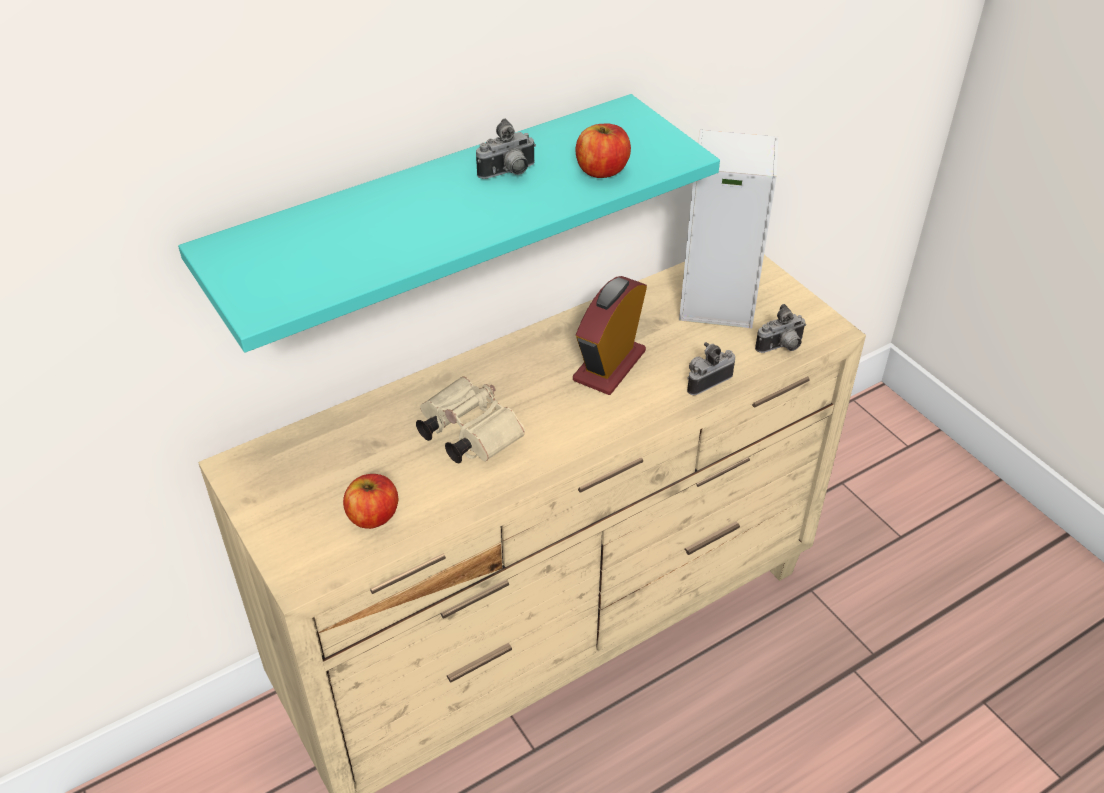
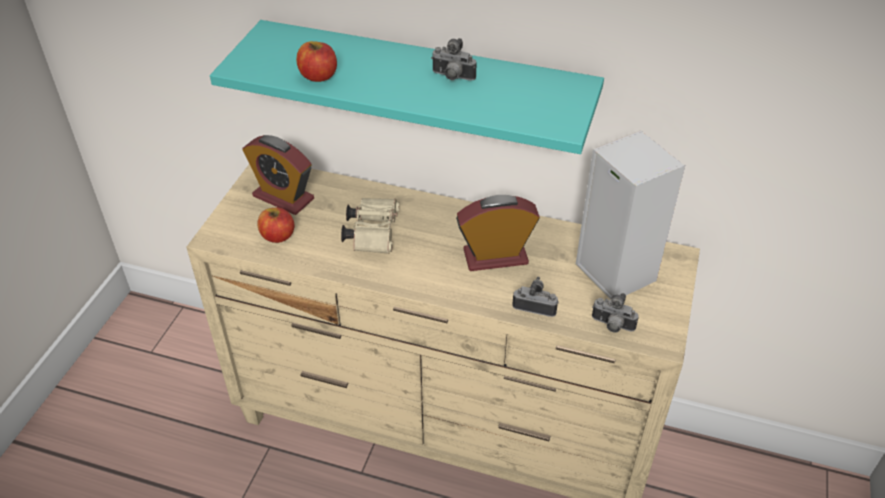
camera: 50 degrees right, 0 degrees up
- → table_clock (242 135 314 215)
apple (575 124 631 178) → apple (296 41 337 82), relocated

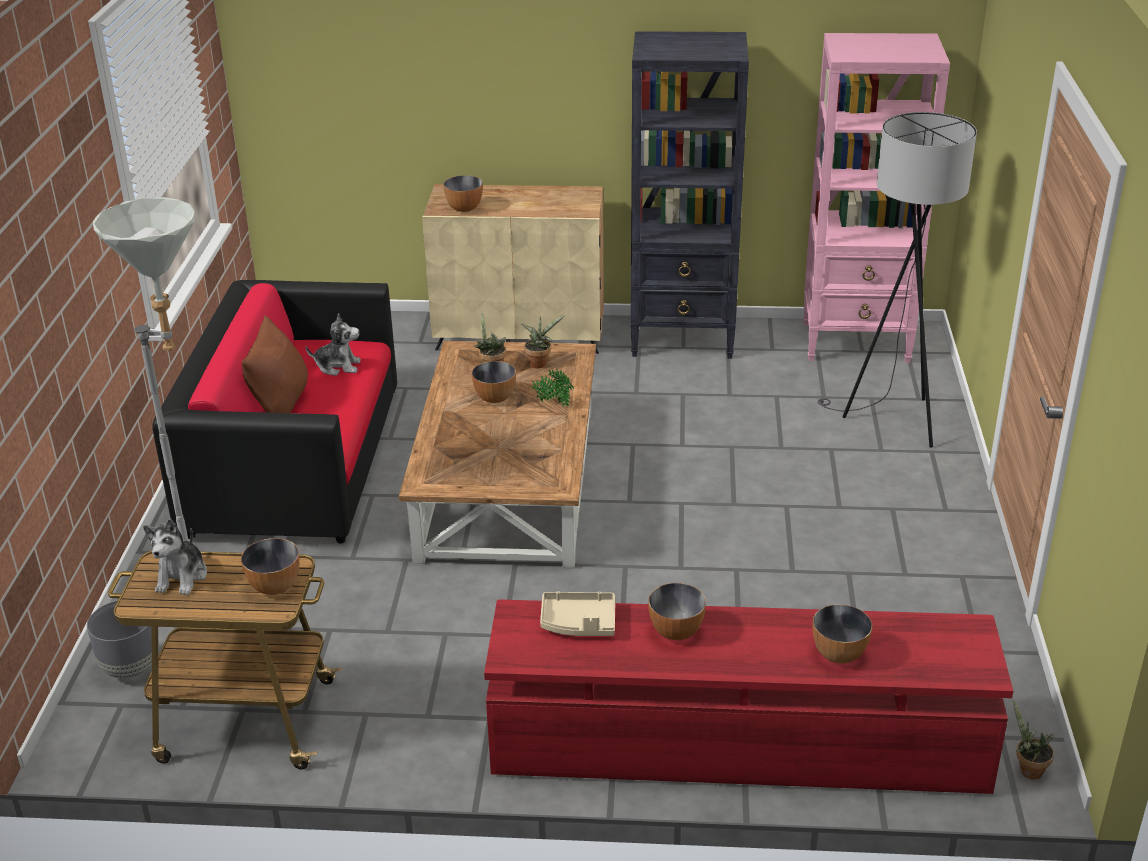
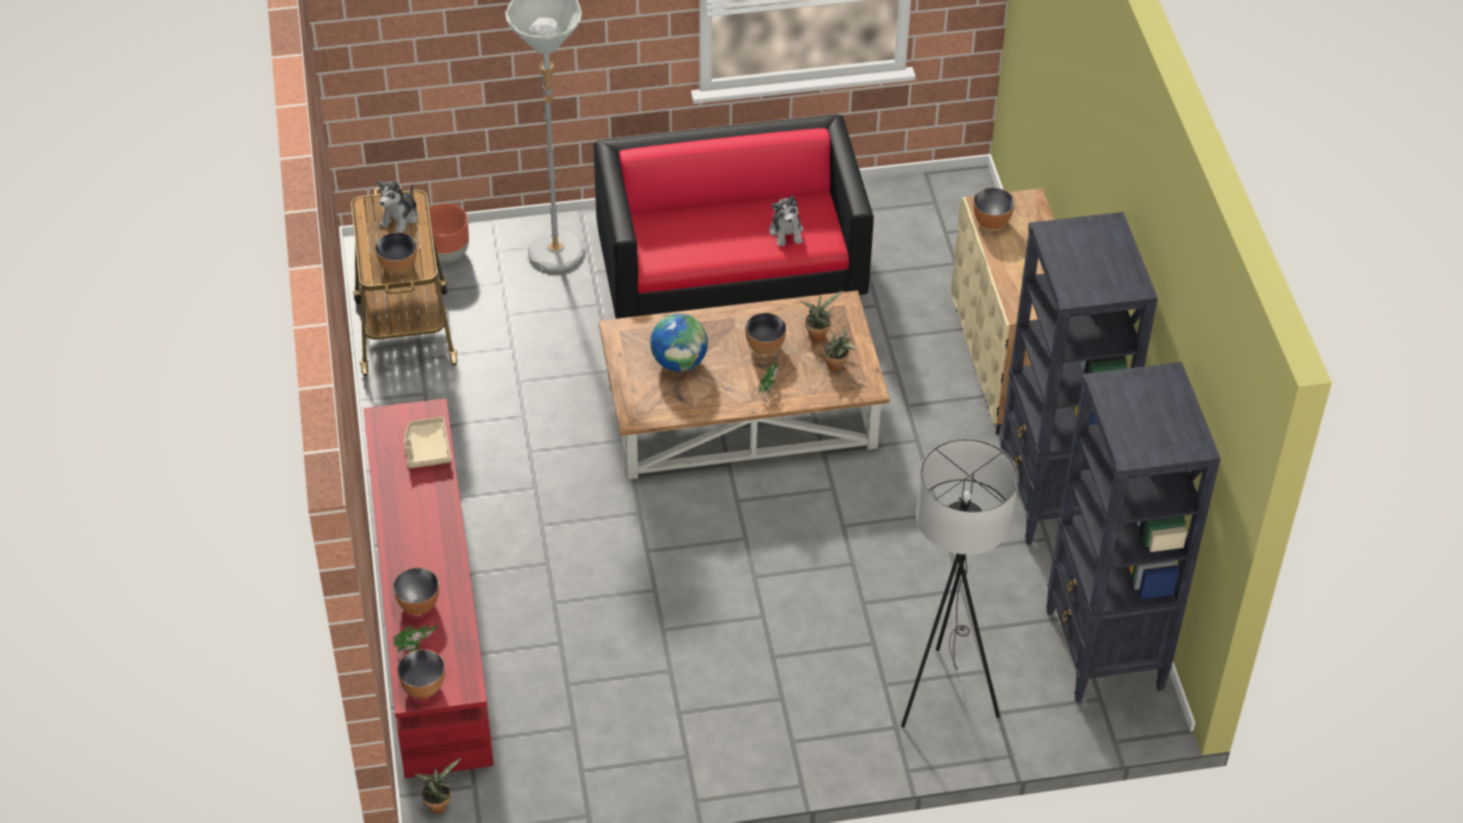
camera: 75 degrees right, 15 degrees up
cuddly_toy (143 519 207 595) → cuddly_toy (377 180 418 232), 60 degrees counterclockwise
- → plant_in_a_pot (392 624 438 652)
bowl (648 583 706 640) → bowl (397 649 445 698), relocated
greyish_plant_pot (87 600 159 679) → brown-coloured_plant_pot (429 203 469 262)
- → world_globe (650 314 708 372)
pink_bookshelf (803 33 950 363) → black_bookshelf (1046 362 1221 702)
brown-coloured_throw_pillow (242 315 308 413) → -

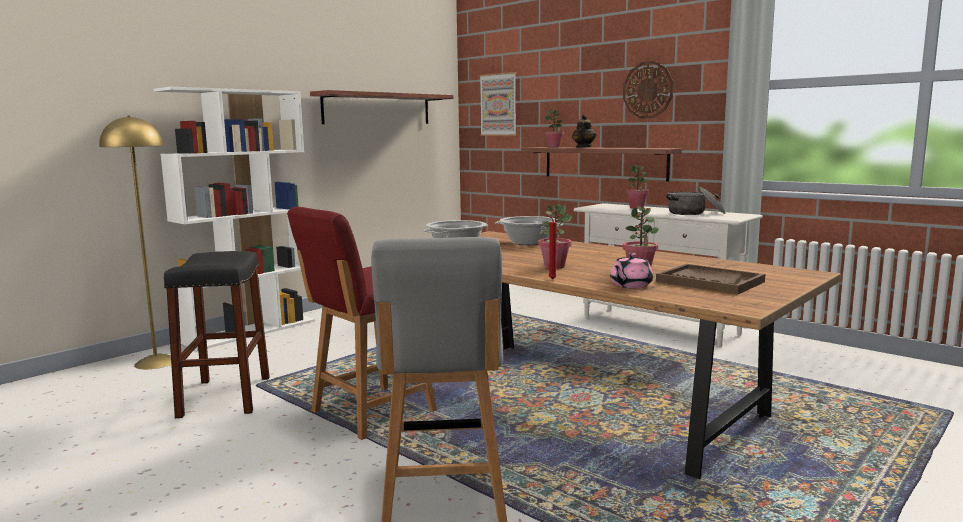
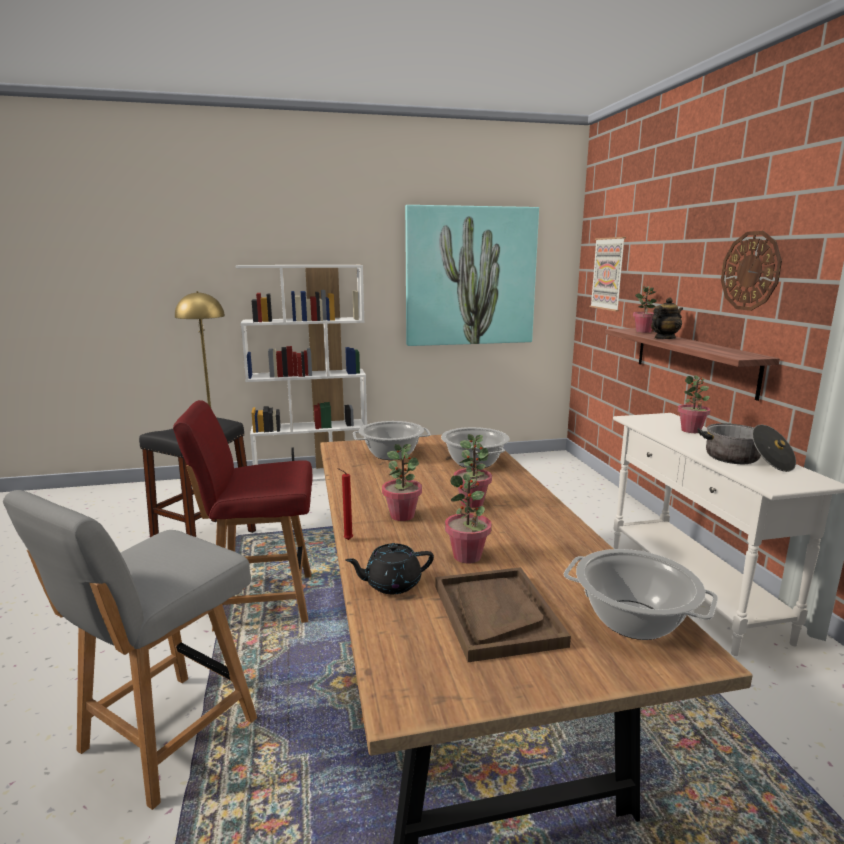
camera: 35 degrees right, 5 degrees up
pink_pot_for_tea (610 253 653 288) → black_pot_for_tea (345 543 434 594)
wall_shelf (310 90 453 124) → picture (405 205 539 346)
- → plant_in_a_pot (454 434 492 508)
- → stockpot (564 549 718 640)

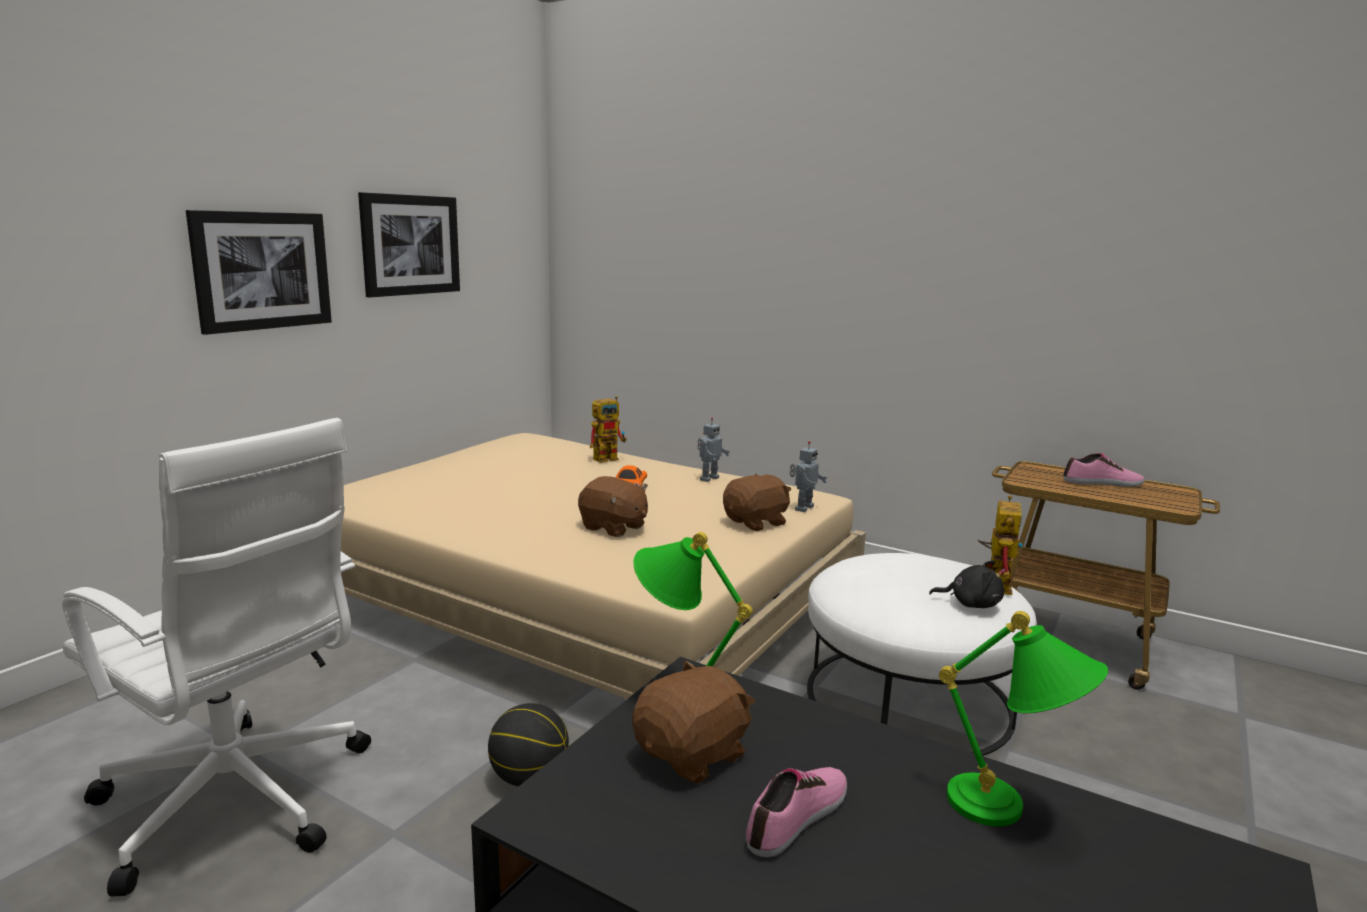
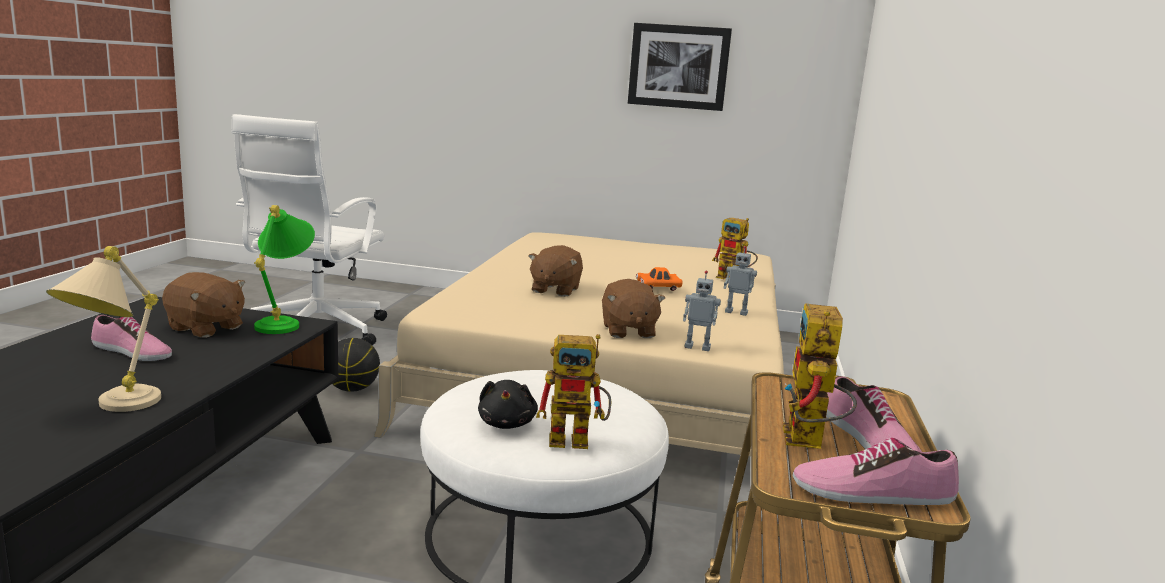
camera: 70 degrees right, 0 degrees up
green_tabletop_lamp (939 611 1108 826) → beige-coloured_tabletop_lamp (46 246 161 412)
brown-coloured_cuddly_toy (723 474 791 531) → brown-coloured_cuddly_toy (602 279 665 338), 45 degrees clockwise
- → toy_robot (783 304 857 449)
- → shoe (793 438 959 505)
picture (186 210 332 335) → -

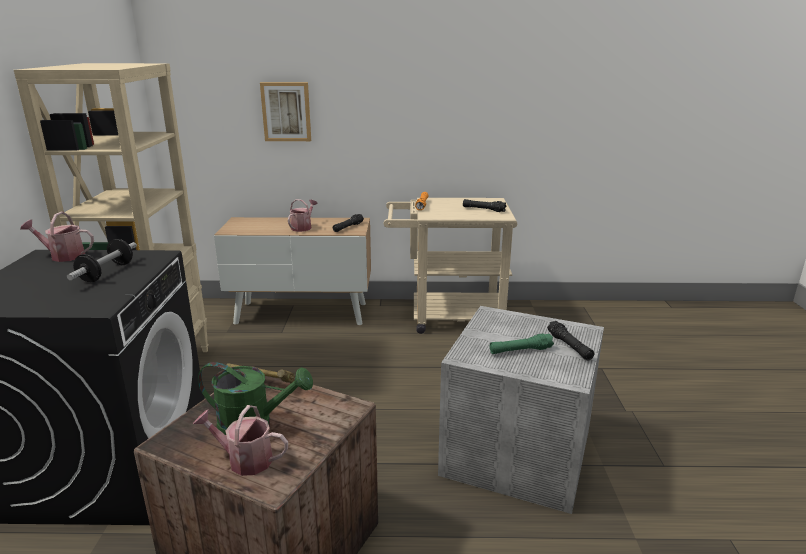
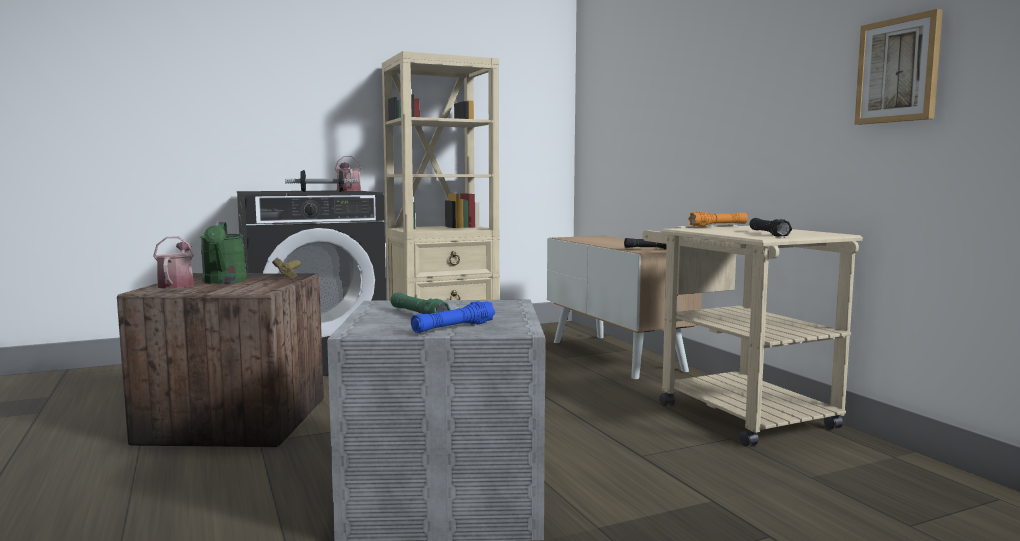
camera: 65 degrees right, 15 degrees down
black_hand_torch (547 321 594 361) → bluish_hand_torch (411 301 496 333)
picture (260 82 311 141) → picture (855 9 943 125), relocated
sprinkling_can (288 199 318 232) → -

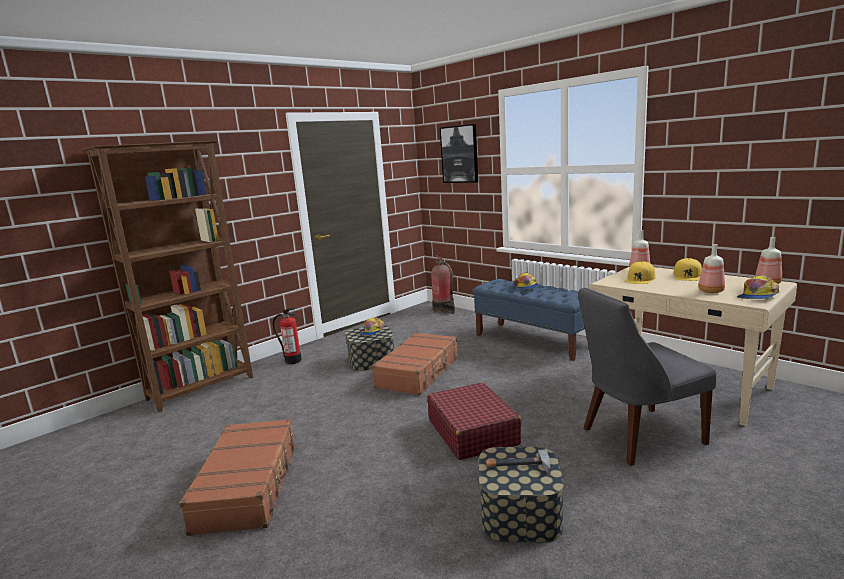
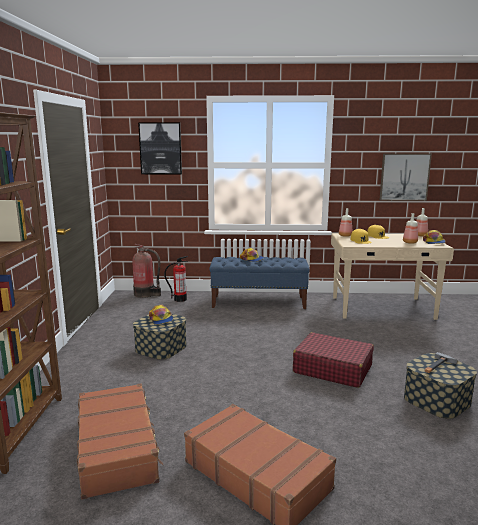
camera: 45 degrees left, 0 degrees up
brown-coloured_suitcase (372 332 458 395) → brown-coloured_suitcase (77 383 163 500), relocated
fire-fighting_cylinder (273 308 302 364) → fire-fighting_cylinder (164 256 188 302), relocated
- → picture (380 153 432 201)
greyish_chair (578 288 716 466) → -

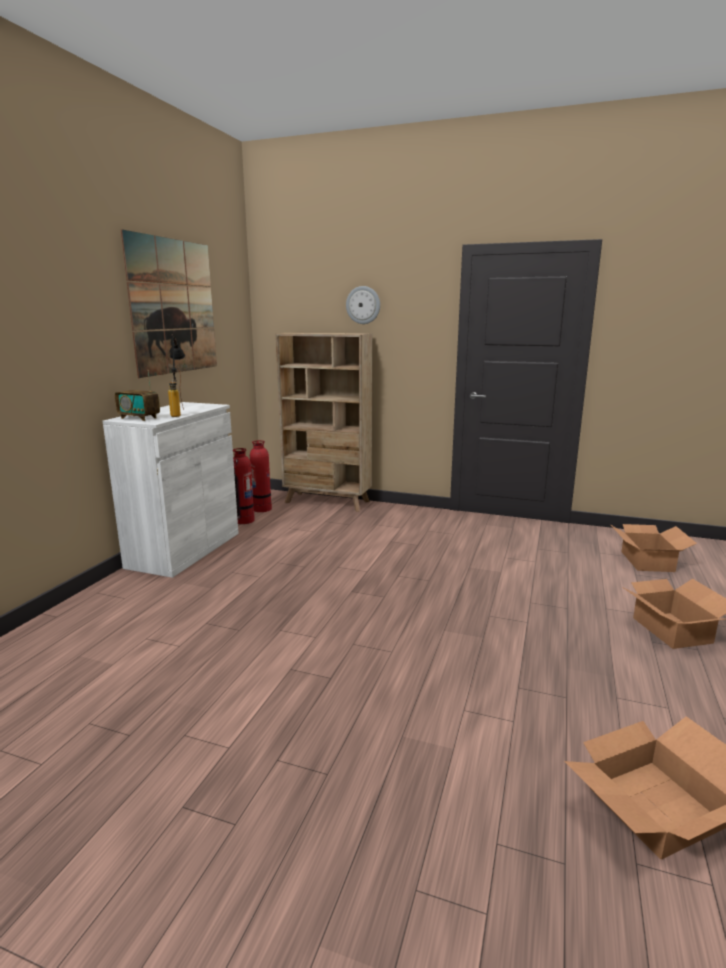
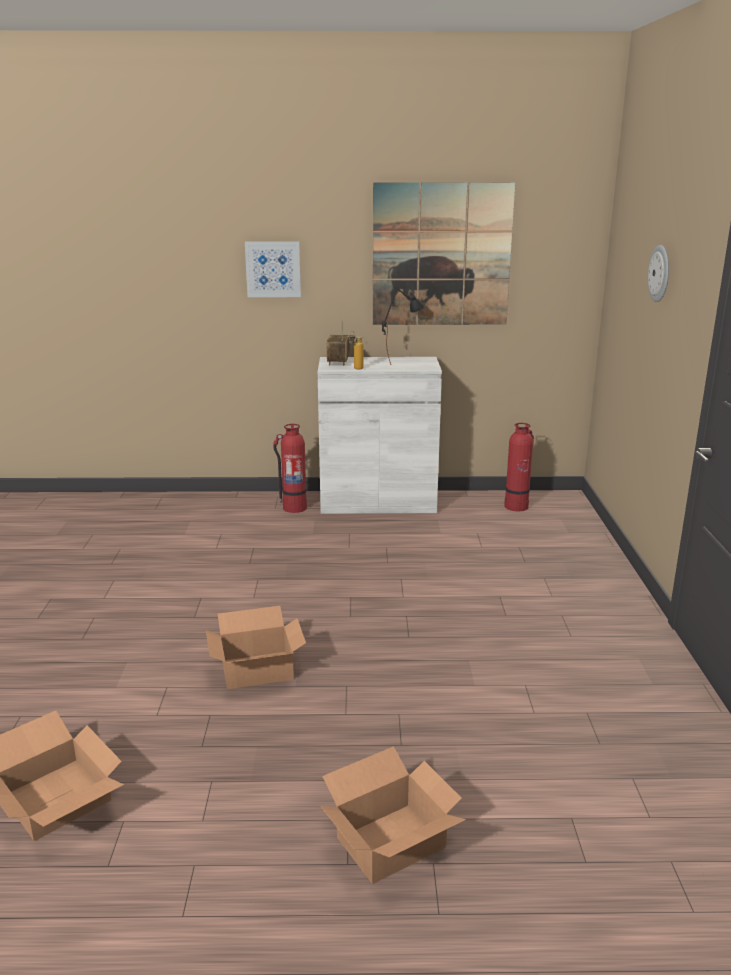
camera: 70 degrees right, 5 degrees up
packing_box (611 524 697 572) → packing_box (206 606 306 689), relocated
- → picture (245 241 301 297)
fire-fighting_cylinder (233 448 255 524) → fire-fighting_cylinder (273 424 307 513), relocated
beige-coloured_bookshelf (276 332 372 512) → -

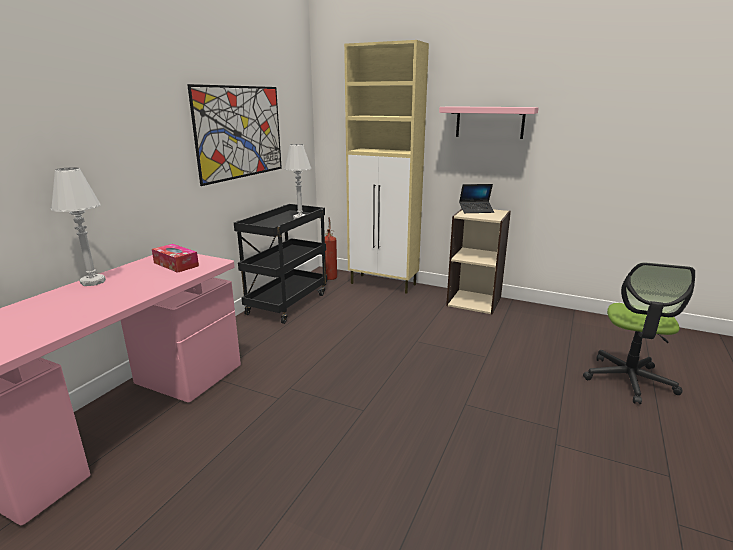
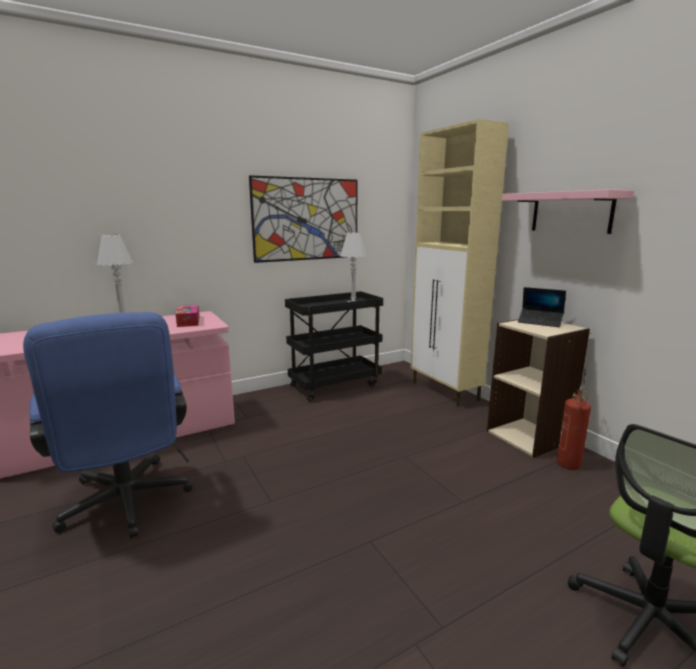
camera: 35 degrees right, 5 degrees down
- → bluish_computer_chair (23 312 193 538)
fire-fighting_cylinder (325 217 337 280) → fire-fighting_cylinder (557 368 591 470), relocated

